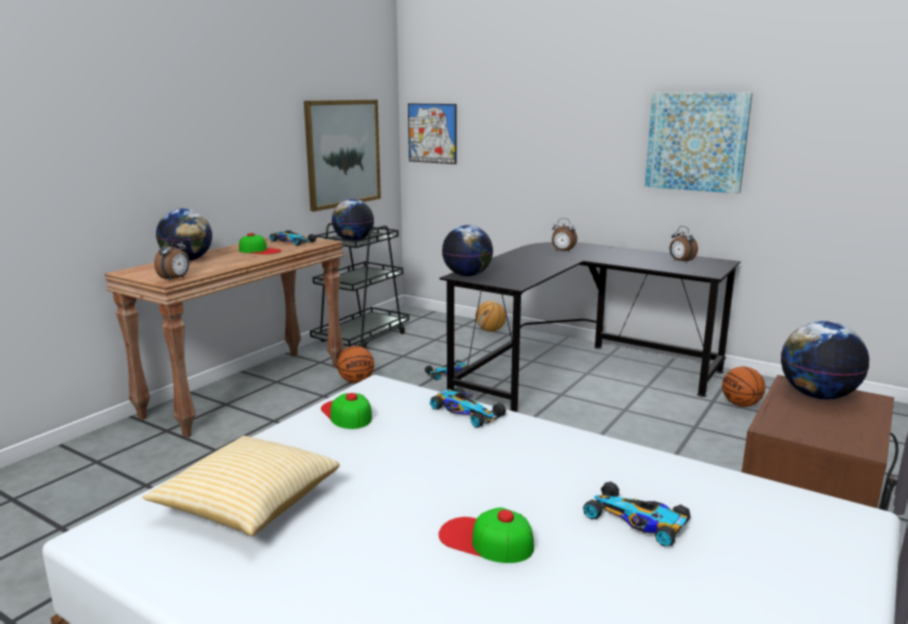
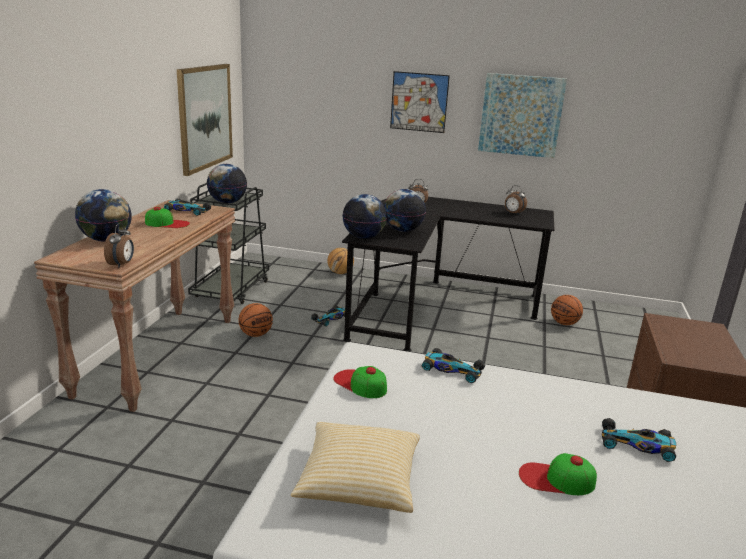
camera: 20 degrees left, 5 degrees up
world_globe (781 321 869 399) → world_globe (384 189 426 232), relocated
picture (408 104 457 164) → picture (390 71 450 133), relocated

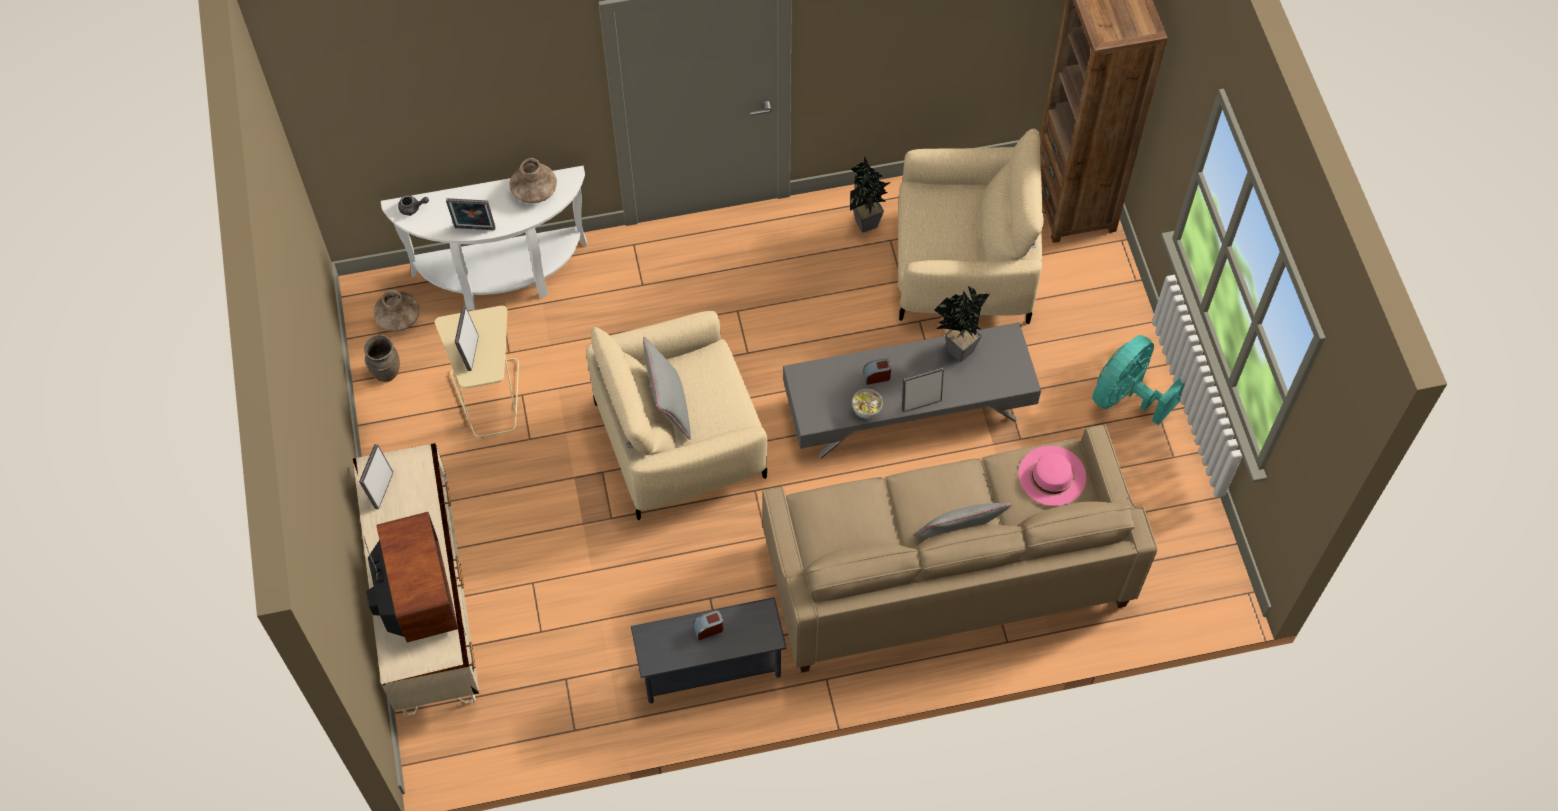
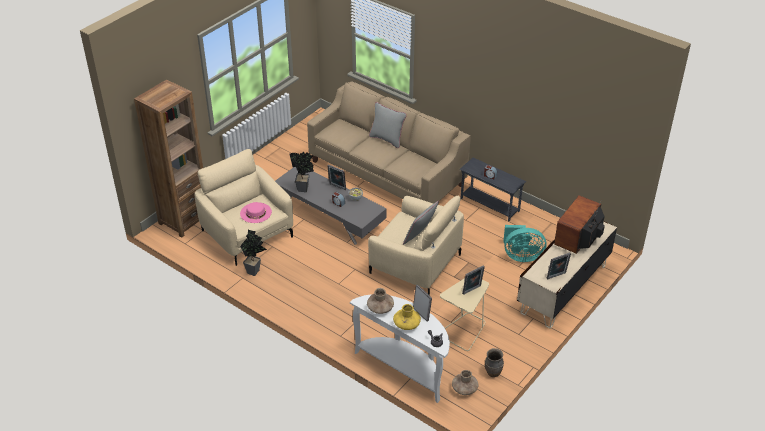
camera: 130 degrees left, 20 degrees down
pink_clothing_hat (1019 446 1086 506) → pink_clothing_hat (240 202 272 223), relocated
- → yellowish_decorative_vase (393 304 421 330)
blue-green_electric_fan (1092 335 1185 425) → blue-green_electric_fan (503 225 547 262), relocated

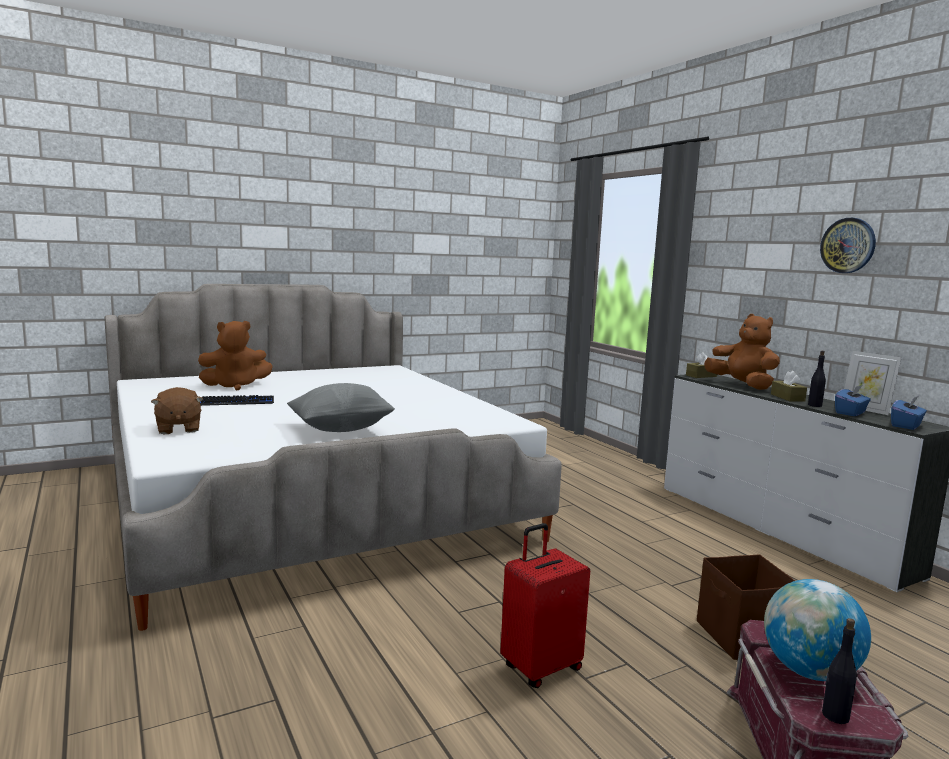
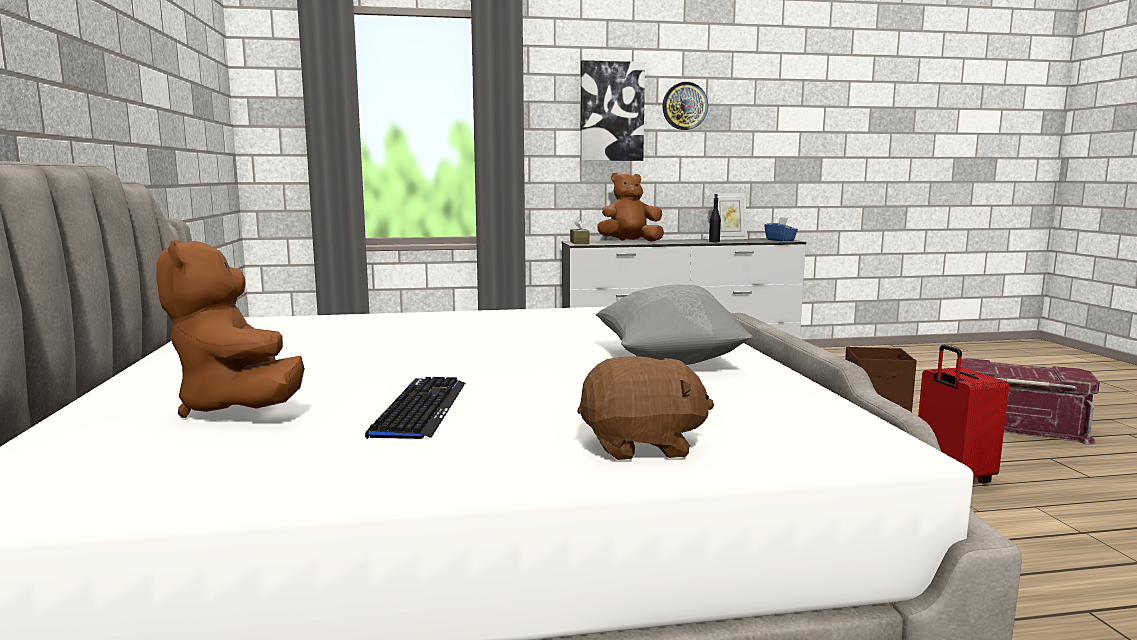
camera: 70 degrees left, 0 degrees up
brown-coloured_cuddly_toy (198 321 273 390) → brown-coloured_cuddly_toy (156 240 305 418), 150 degrees clockwise
- → picture (581 60 645 161)
world_globe (764 579 871 681) → -
brown-coloured_box_of_tissues (771 371 807 402) → -
black_drink_bottle (822 618 857 724) → -
bluish_box_of_tissues (835 385 871 416) → -

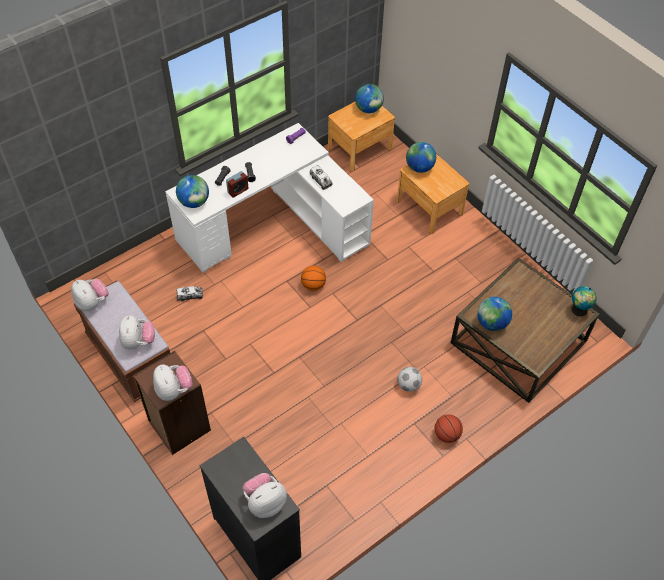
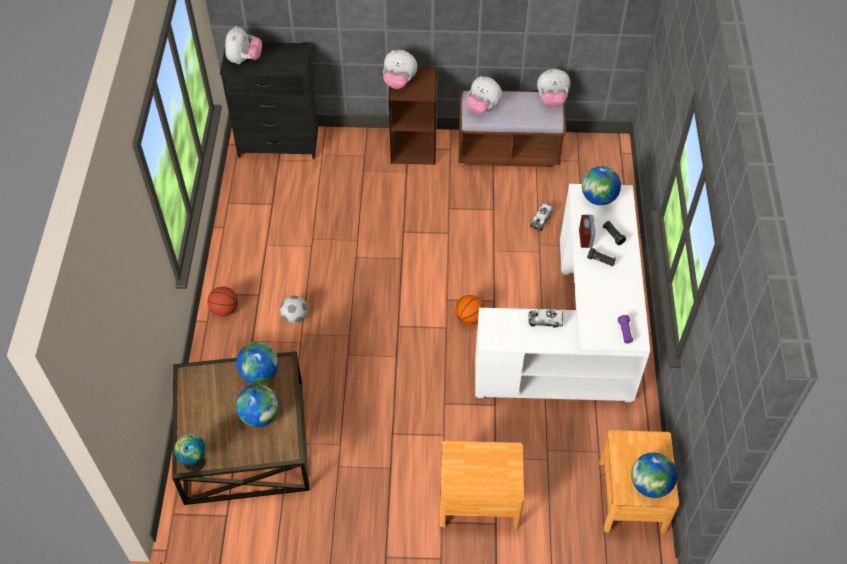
camera: 130 degrees right, 0 degrees up
world_globe (406 142 436 173) → world_globe (236 384 279 427), relocated

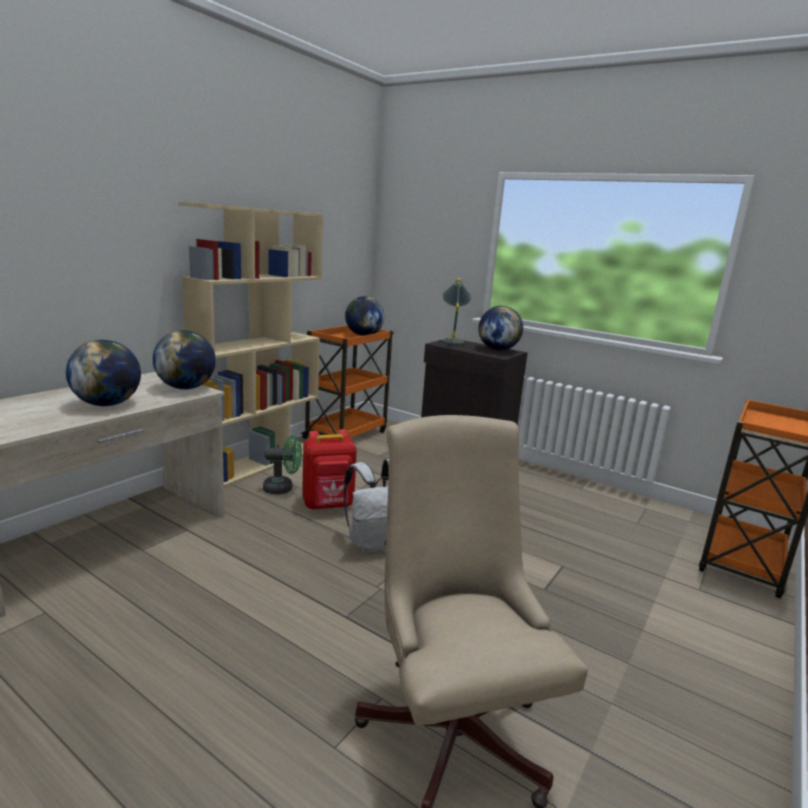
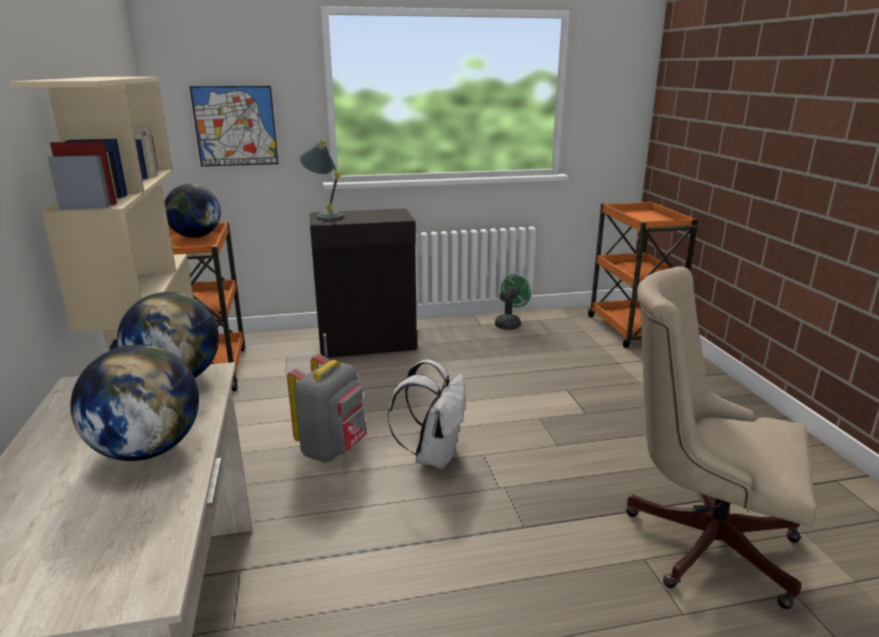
camera: 45 degrees left, 5 degrees up
- → picture (190 86 278 166)
red-coloured_backpack (302 429 357 510) → greyish_backpack (287 354 367 462)
green_electric_fan (263 435 302 494) → green_electric_fan (495 275 531 330), relocated
world_globe (478 306 523 351) → -

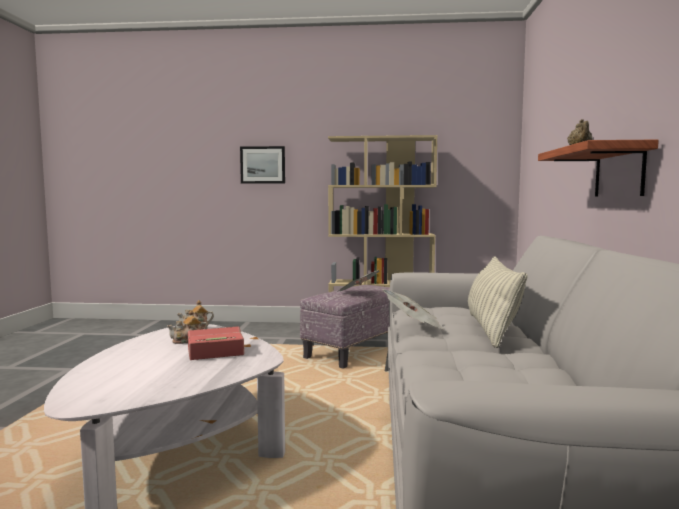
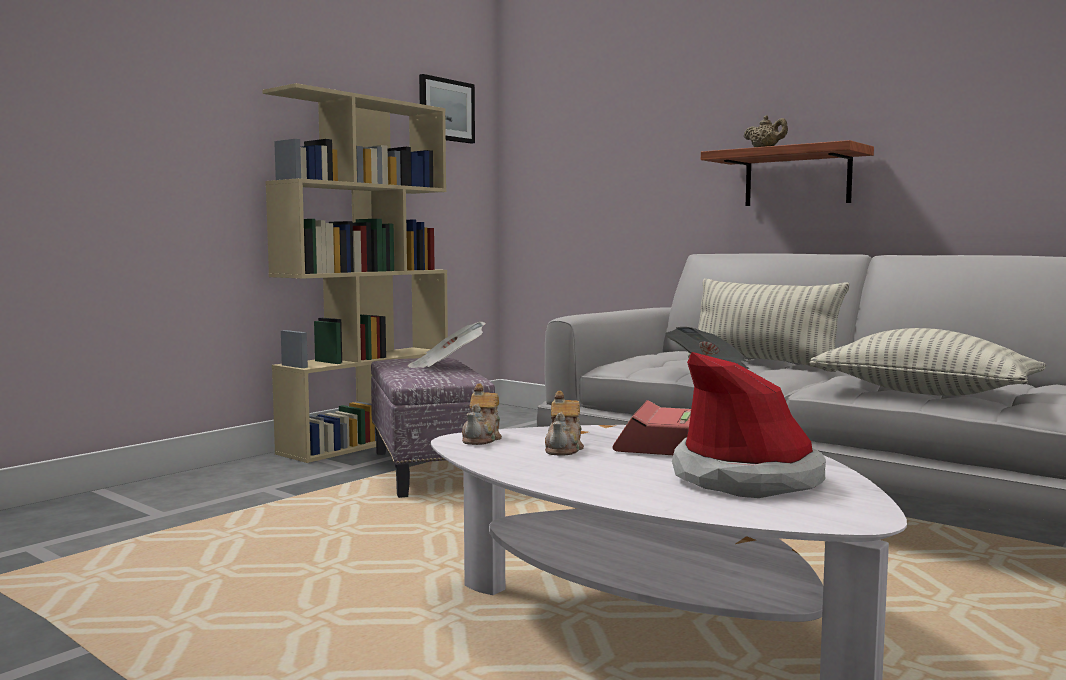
camera: 55 degrees left, 0 degrees up
picture (240 146 285 184) → picture (419 74 475 144), relocated
- → clothing_hat (672 352 826 498)
- → throw_pillow (809 328 1046 396)

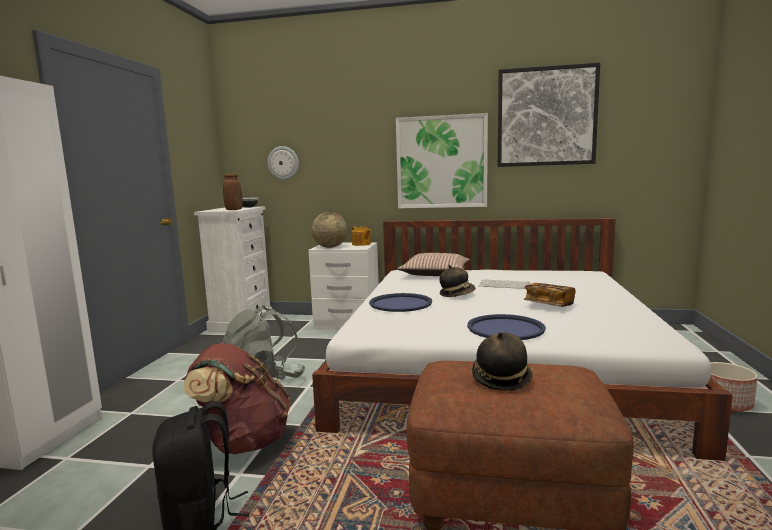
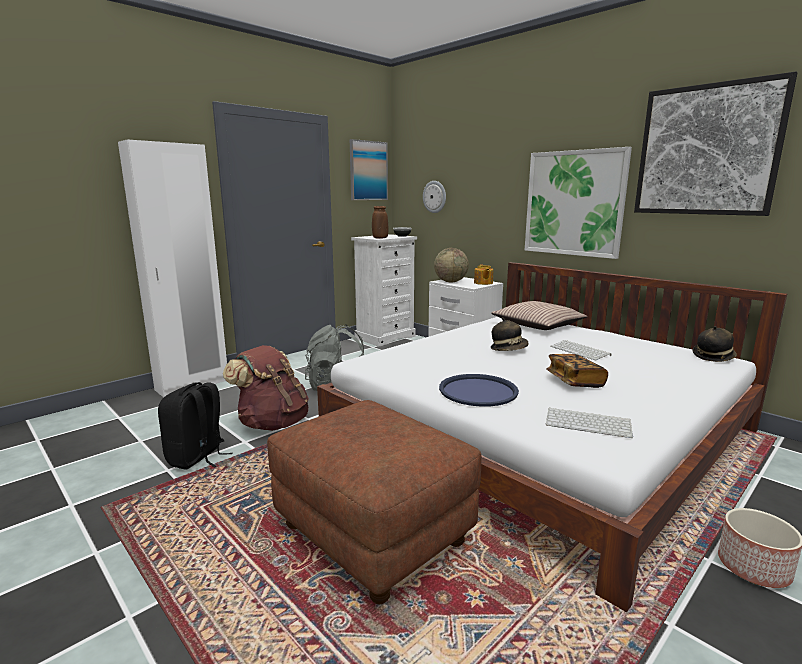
camera: 35 degrees right, 5 degrees up
- → picture (350 139 388 200)
- → PC_keyboard (546 408 633 438)
clothing_hat (472 332 533 391) → clothing_hat (692 326 737 362), relocated
bluish_carrying_tray (369 293 432 312) → -

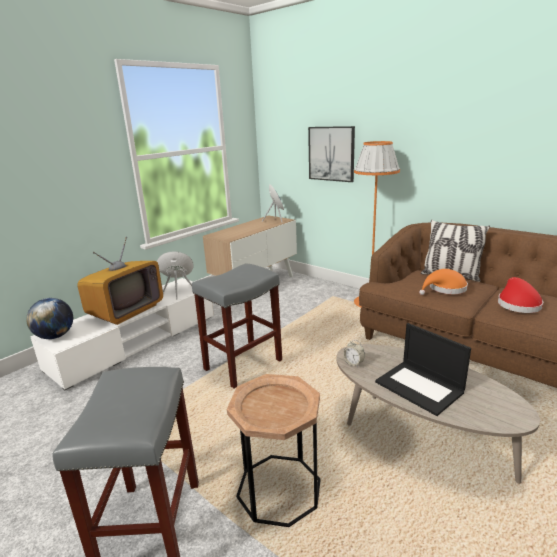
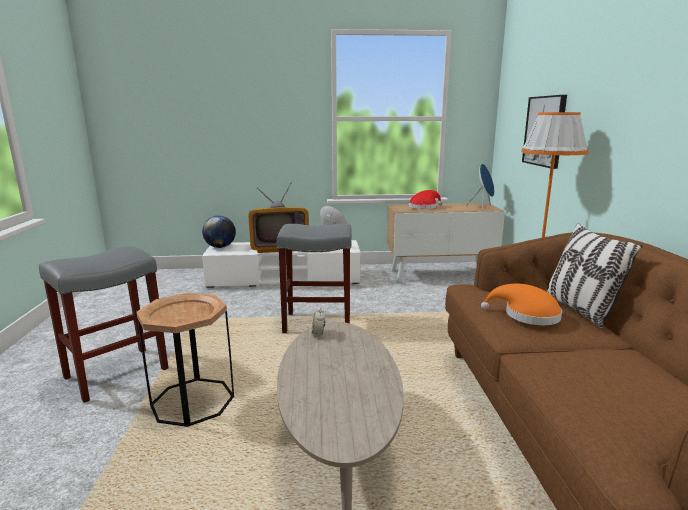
camera: 45 degrees right, 5 degrees down
red-coloured_clothing_hat (498 277 543 313) → red-coloured_clothing_hat (409 190 442 209), relocated
notebook_computer (375 323 471 416) → -

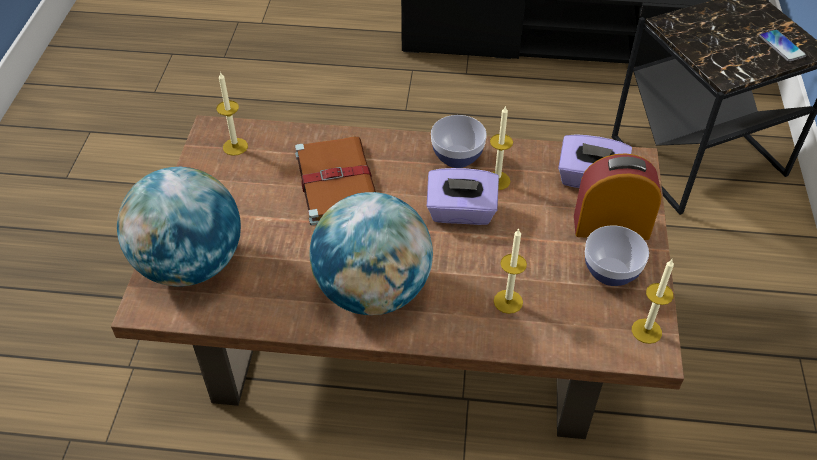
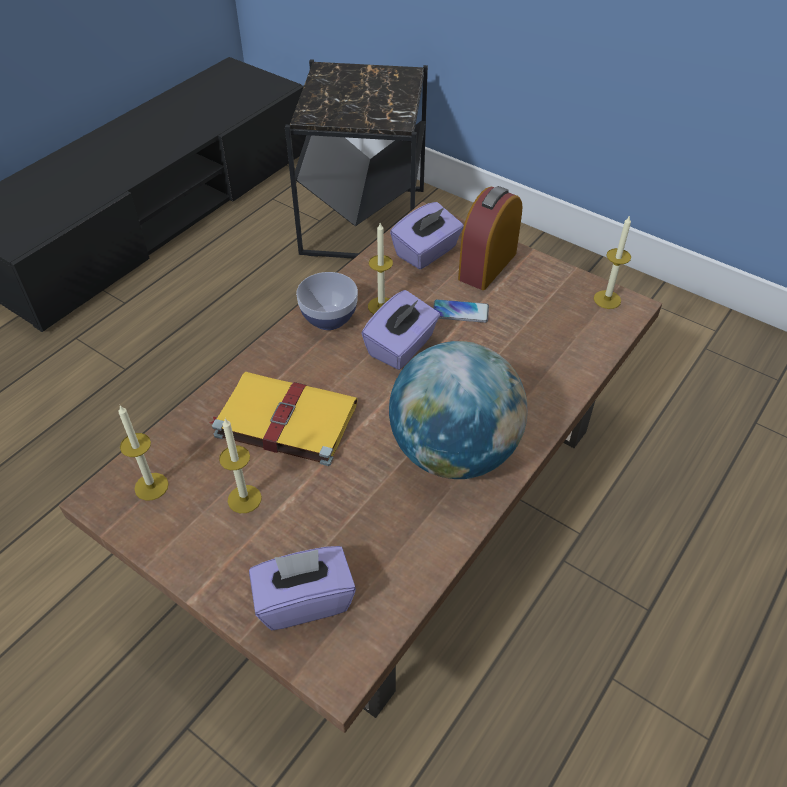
camera: 60 degrees left, 0 degrees up
brown-coloured_bound_book (295 136 376 225) → yellowish_bound_book (210 372 357 466)
wax_candle (494 229 527 314) → wax_candle (219 419 262 513), relocated
world_globe (117 167 241 287) → purple-coloured_box_of_tissues (249 546 356 630)
handset (759 29 806 62) → handset (433 299 489 323), relocated
bowl (585 225 649 286) → -

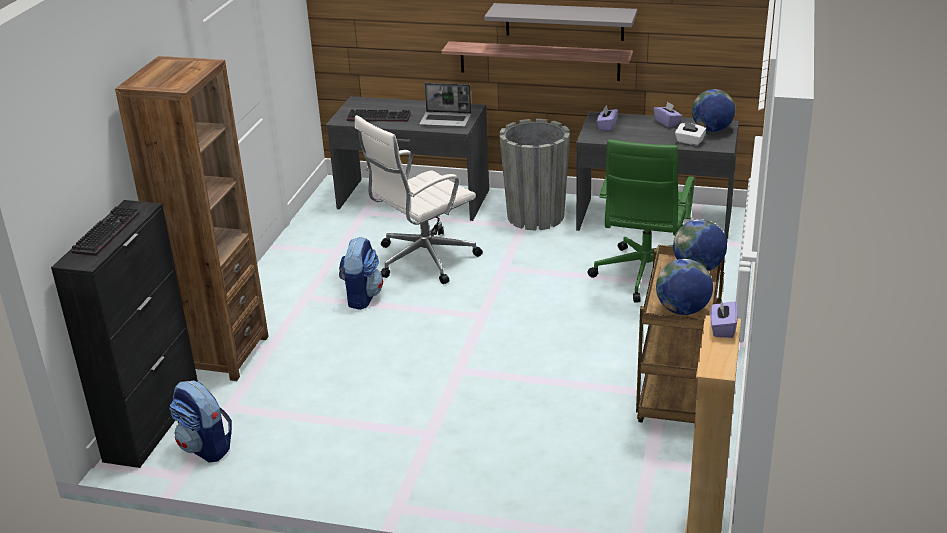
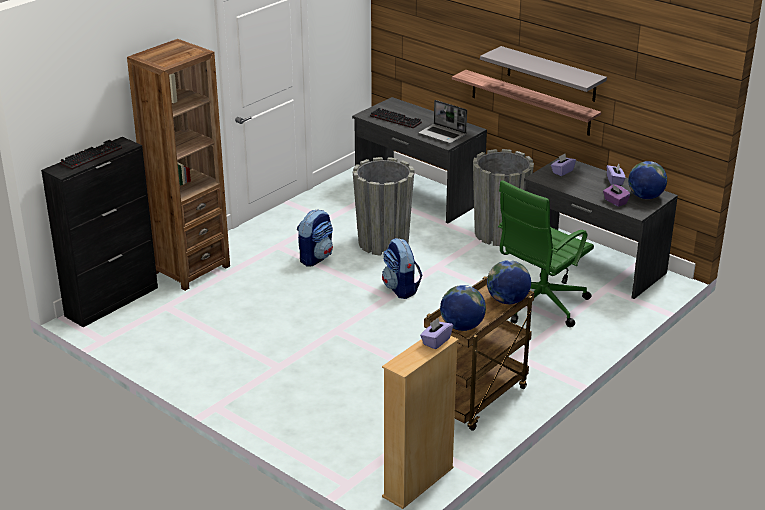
camera: 25 degrees right, 0 degrees up
whitish_computer_chair (355 115 483 284) → greyish_plant_pot (353 157 415 256)
backpack (169 380 232 463) → backpack (382 238 422 299), relocated
whitish_box_of_tissues (675 122 706 146) → purple-coloured_box_of_tissues (603 184 630 207)

